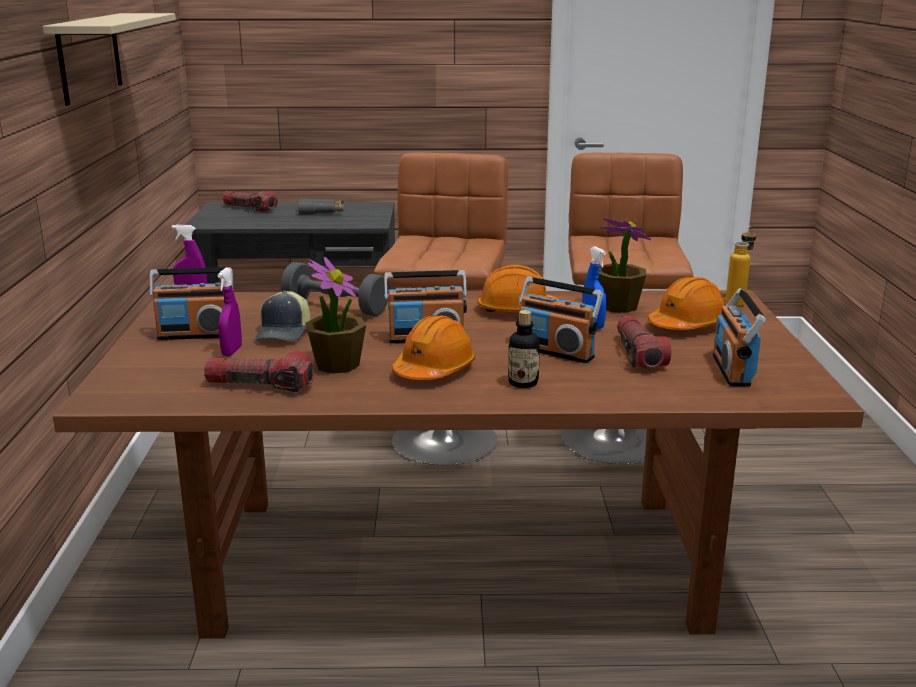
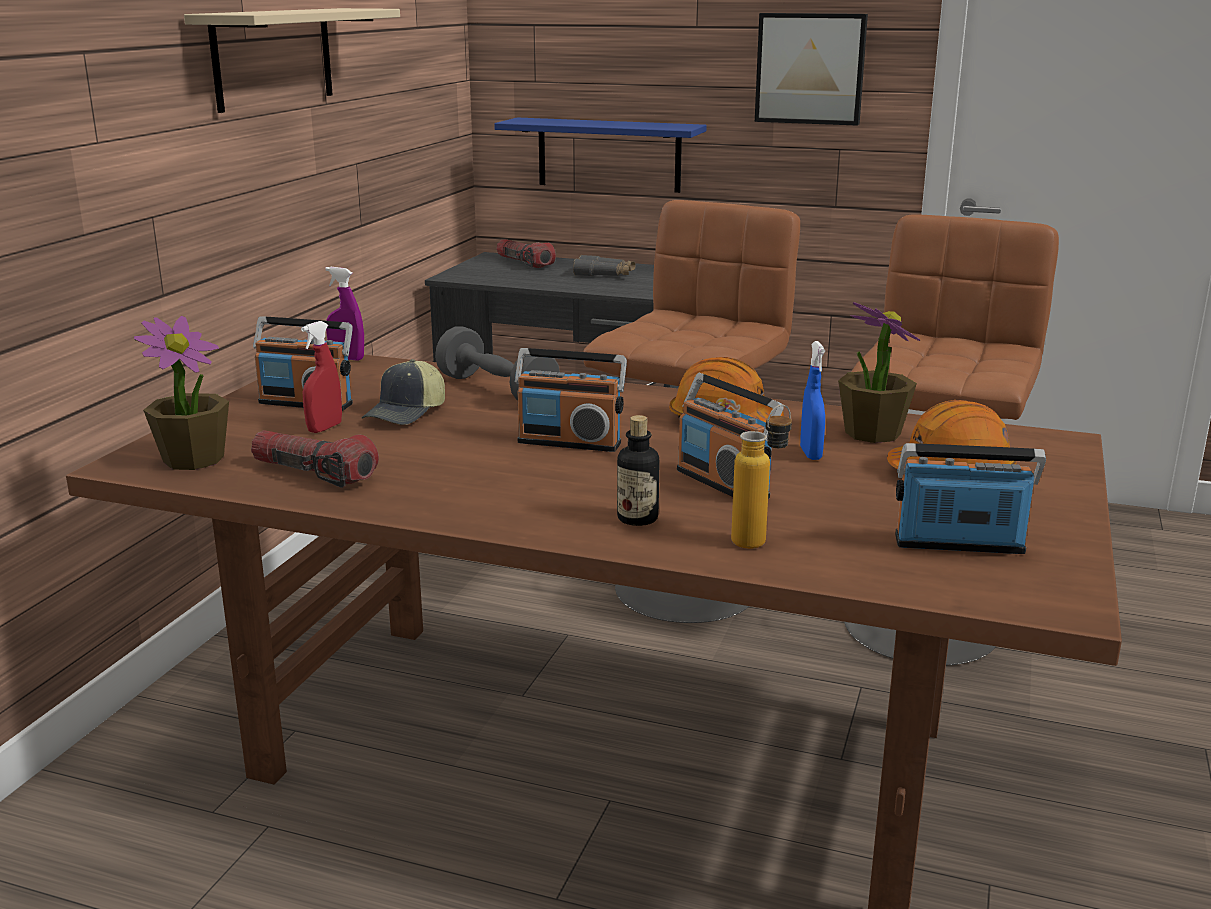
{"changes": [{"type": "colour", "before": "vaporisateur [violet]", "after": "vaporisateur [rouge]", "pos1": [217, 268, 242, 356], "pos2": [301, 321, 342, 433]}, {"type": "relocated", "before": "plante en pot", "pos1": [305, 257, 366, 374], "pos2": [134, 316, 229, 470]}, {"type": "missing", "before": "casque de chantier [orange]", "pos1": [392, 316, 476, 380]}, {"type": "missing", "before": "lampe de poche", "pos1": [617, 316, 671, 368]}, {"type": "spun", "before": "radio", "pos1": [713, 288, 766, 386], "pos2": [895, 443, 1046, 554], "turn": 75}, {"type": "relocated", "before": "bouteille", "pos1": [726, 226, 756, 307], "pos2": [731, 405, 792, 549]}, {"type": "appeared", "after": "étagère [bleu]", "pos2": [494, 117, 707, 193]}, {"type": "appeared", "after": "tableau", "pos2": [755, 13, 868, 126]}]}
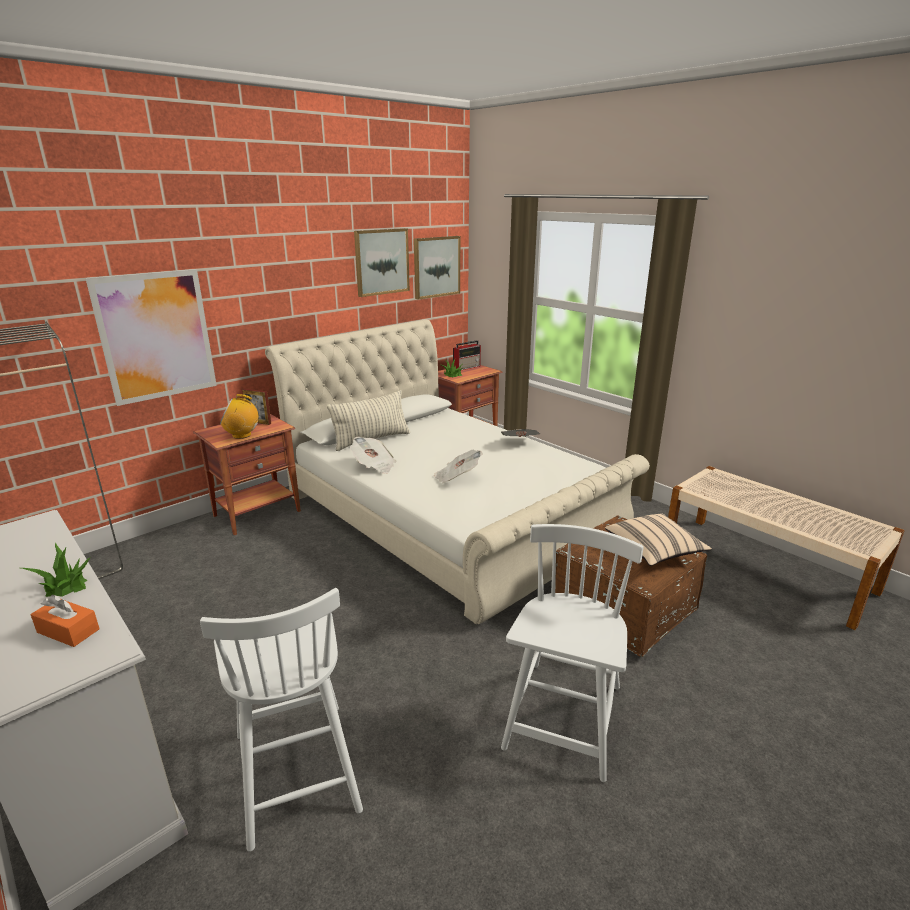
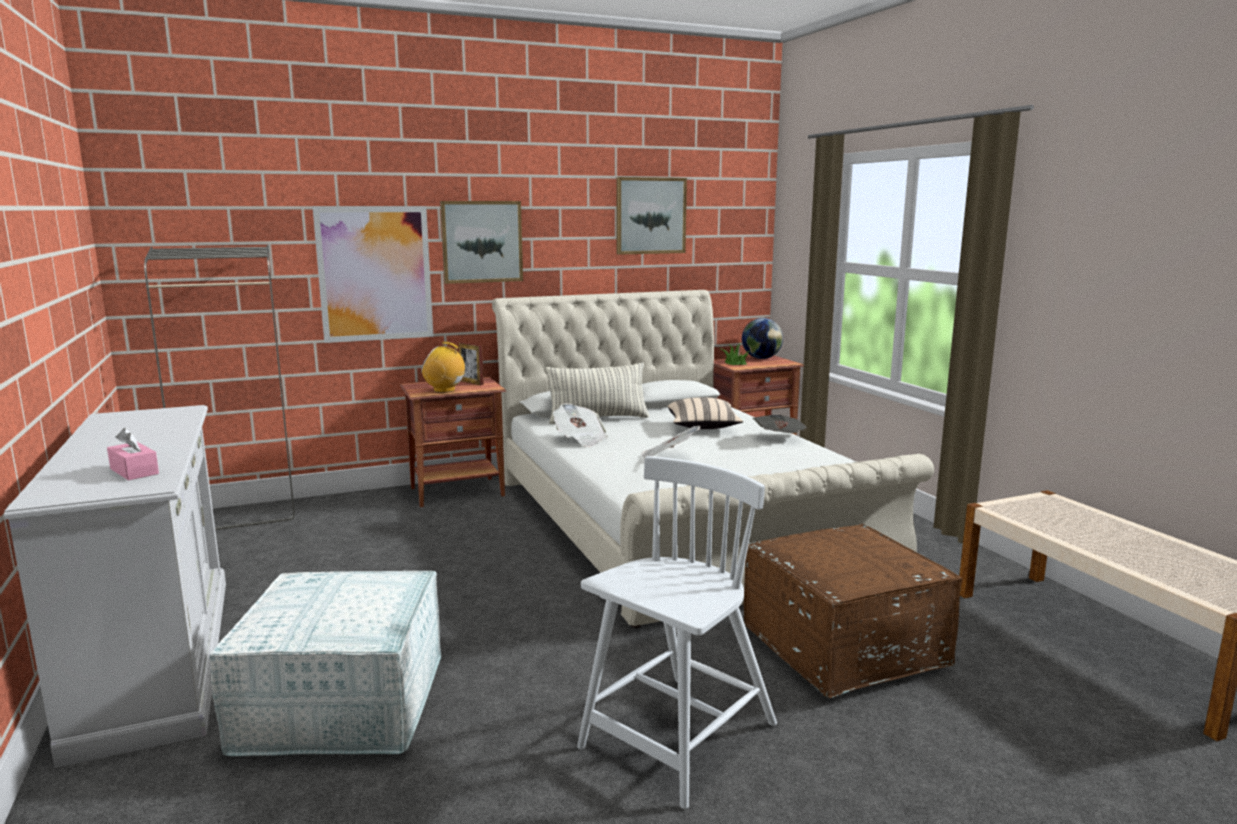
{"changes": [{"type": "missing", "before": "plante en pot", "pos1": [22, 543, 91, 597]}, {"type": "colour", "before": "boîte à mouchoirs [orange]", "after": "boîte à mouchoirs [rose]", "pos1": [31, 595, 100, 647], "pos2": [107, 428, 159, 480]}, {"type": "exchanged", "before": "chaise [blanc]", "after": "pouf [blanc]", "pos1": [200, 588, 363, 852], "pos2": [210, 571, 441, 756]}, {"type": "relocated", "before": "tableau", "pos1": [414, 236, 460, 300], "pos2": [440, 201, 523, 284]}, {"type": "exchanged", "before": "radio", "after": "globe", "pos1": [453, 340, 481, 370], "pos2": [742, 318, 783, 359]}, {"type": "relocated", "before": "coussin [beige]", "pos1": [605, 513, 712, 566], "pos2": [667, 397, 743, 429]}]}
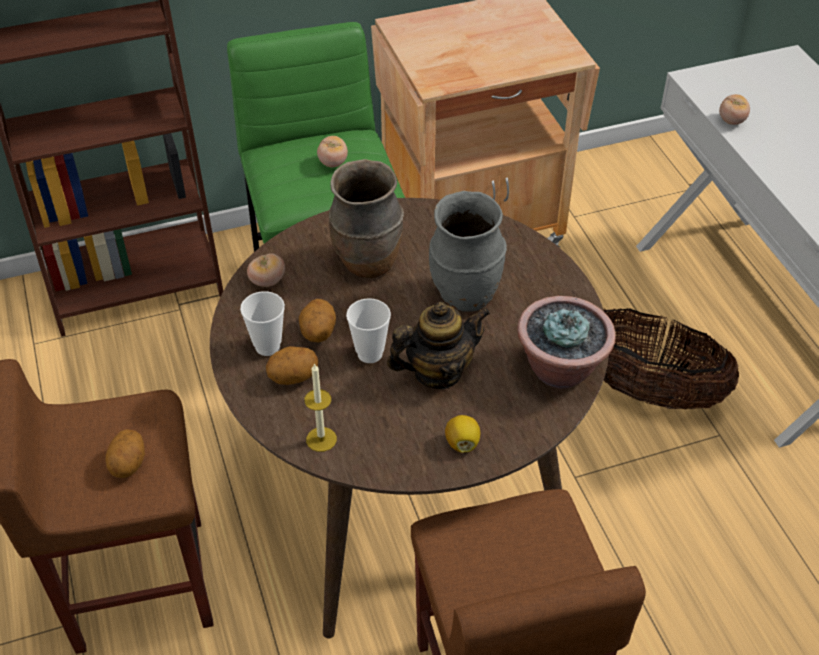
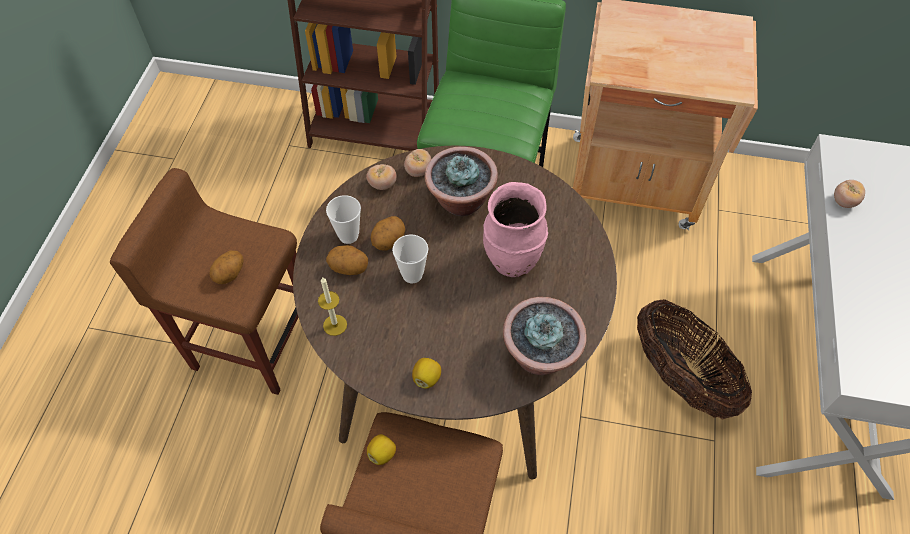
{"changes": [{"type": "relocated", "before": "tomate", "pos1": [317, 136, 348, 168], "pos2": [404, 149, 431, 177]}, {"type": "exchanged", "before": "vase [marron]", "after": "plante en pot", "pos1": [329, 159, 404, 278], "pos2": [425, 146, 498, 216]}, {"type": "missing", "before": "théière", "pos1": [387, 302, 490, 389]}, {"type": "colour", "before": "vase [gris]", "after": "vase [rose]", "pos1": [429, 191, 507, 311], "pos2": [483, 182, 548, 277]}, {"type": "appeared", "after": "citron", "pos2": [367, 434, 396, 465]}]}
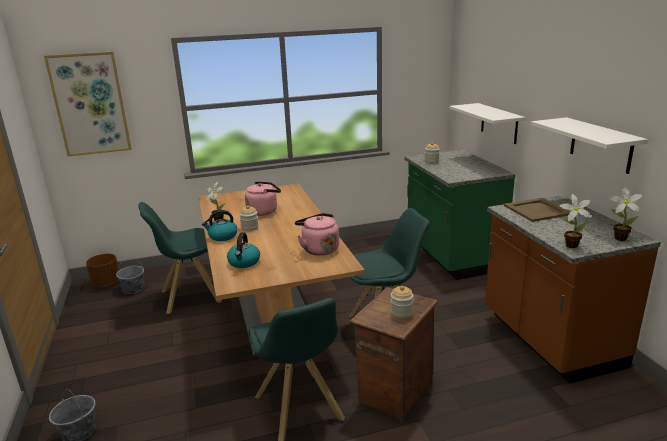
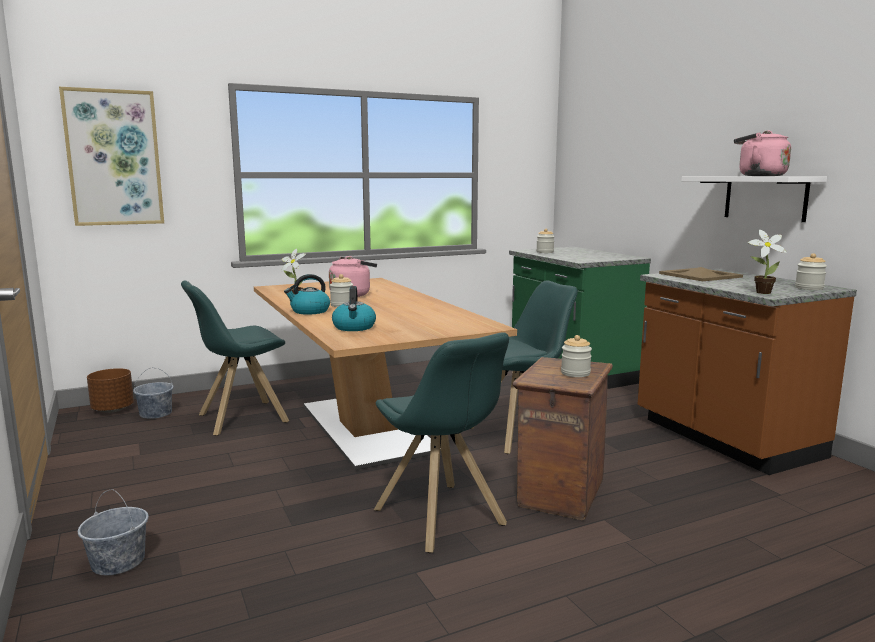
{"changes": [{"type": "relocated", "before": "bouilloire [rose]", "pos1": [295, 213, 339, 255], "pos2": [734, 130, 791, 176]}, {"type": "missing", "before": "étagère [blanc]", "pos1": [449, 103, 526, 144]}, {"type": "exchanged", "before": "plante en pot", "after": "bocal", "pos1": [610, 188, 642, 241], "pos2": [795, 253, 827, 290]}]}
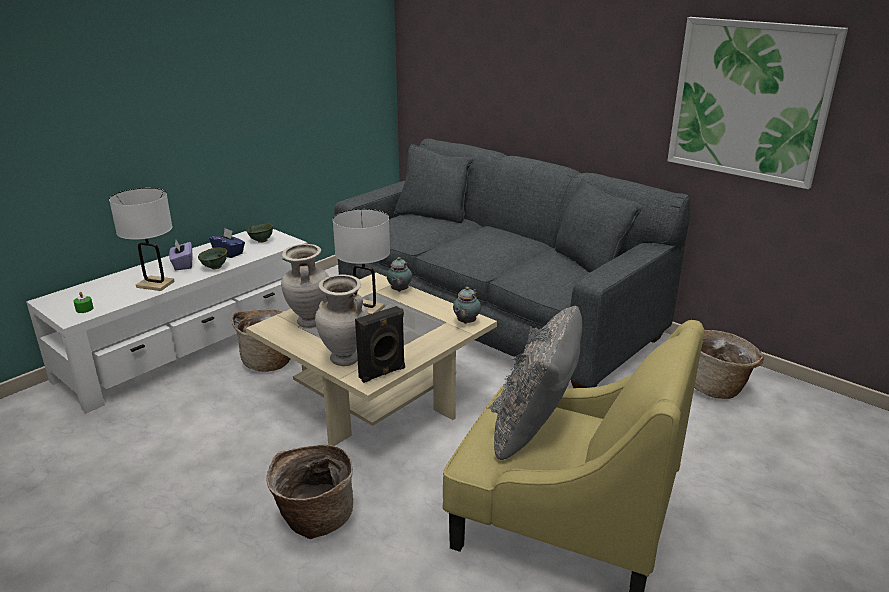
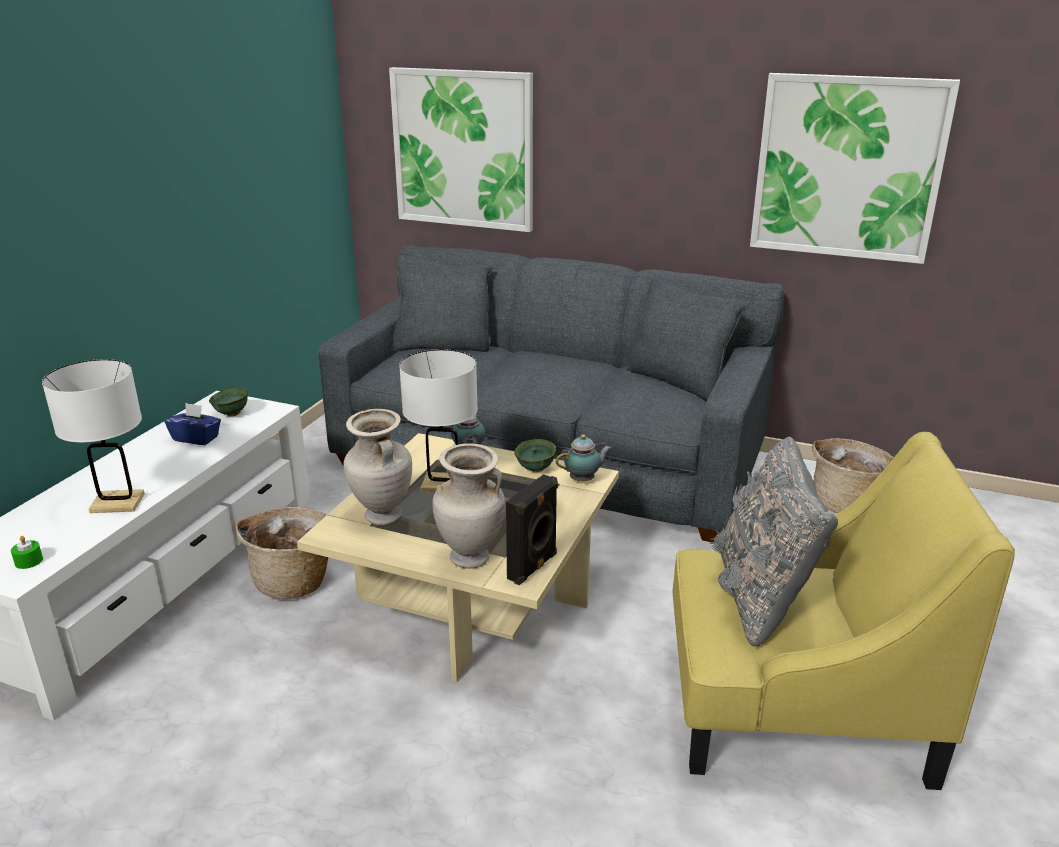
{"changes": [{"type": "missing", "before": "boîte à mouchoirs [violet]", "pos1": [169, 240, 192, 270]}, {"type": "relocated", "before": "bol [vert]", "pos1": [198, 248, 227, 269], "pos2": [514, 439, 556, 472]}, {"type": "missing", "before": "panier", "pos1": [266, 445, 353, 539]}, {"type": "spun", "before": "théière", "pos1": [453, 287, 481, 324], "pos2": [556, 434, 612, 481], "turn": -120}, {"type": "appeared", "after": "tableau", "pos2": [389, 67, 533, 232]}]}
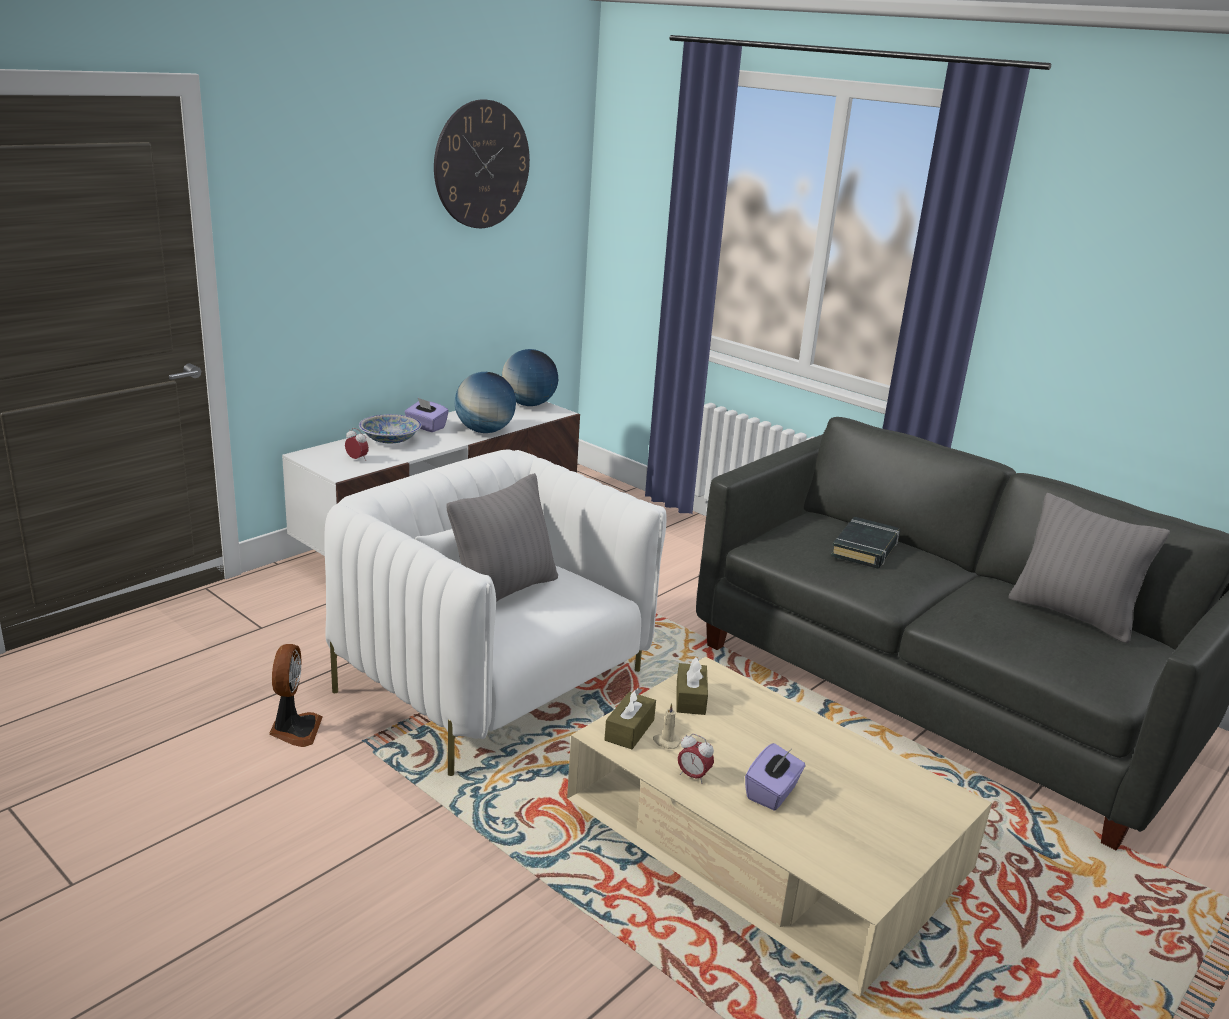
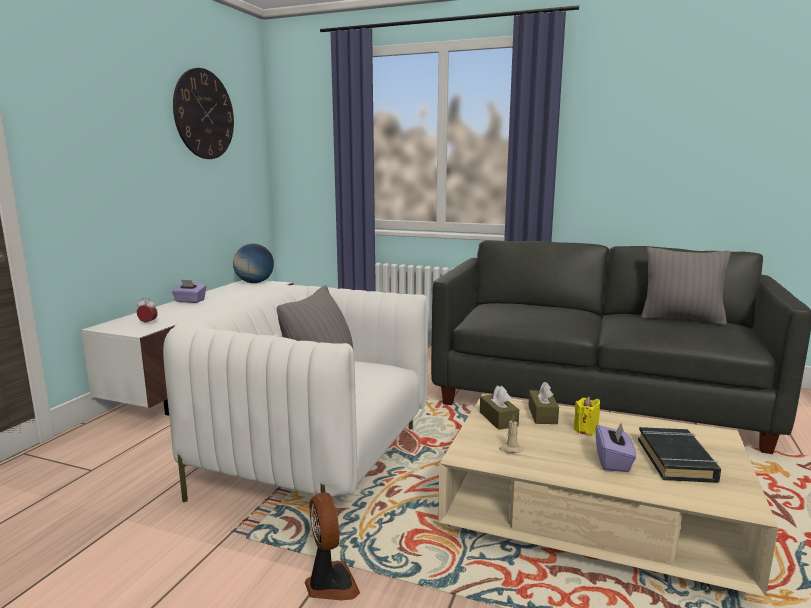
{"changes": [{"type": "relocated", "before": "ventilateur", "pos1": [269, 644, 323, 747], "pos2": [305, 492, 360, 600]}, {"type": "missing", "before": "bol", "pos1": [359, 414, 422, 443]}, {"type": "missing", "before": "globe", "pos1": [455, 372, 516, 433]}, {"type": "relocated", "before": "boîte à mouchoirs [marron]", "pos1": [604, 688, 656, 749], "pos2": [528, 382, 559, 424]}, {"type": "missing", "before": "réveil", "pos1": [678, 734, 714, 784]}, {"type": "relocated", "before": "livre [noir]", "pos1": [831, 517, 900, 569], "pos2": [638, 427, 721, 483]}, {"type": "appeared", "after": "bougie [jaune]", "pos2": [574, 397, 600, 435]}]}
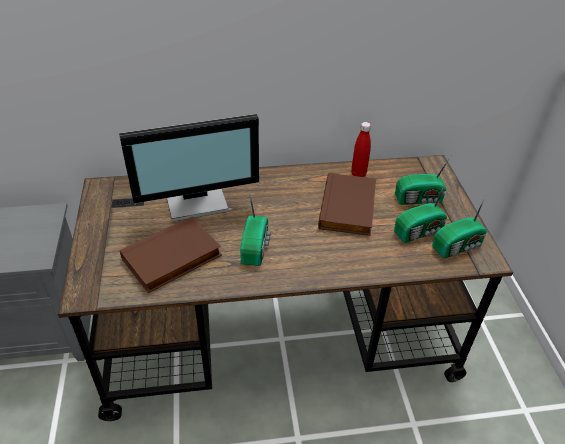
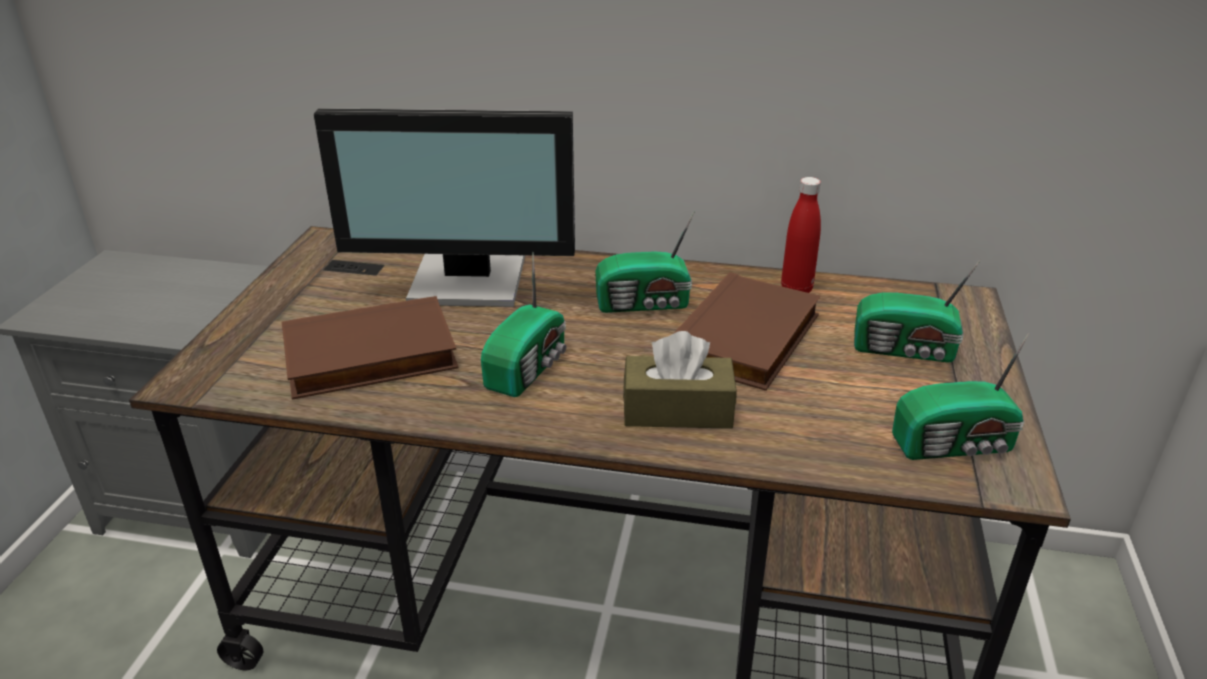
{"changes": [{"type": "relocated", "before": "radio", "pos1": [394, 181, 447, 243], "pos2": [595, 211, 695, 313]}, {"type": "appeared", "after": "boîte à mouchoirs [marron]", "pos2": [623, 331, 737, 429]}]}
